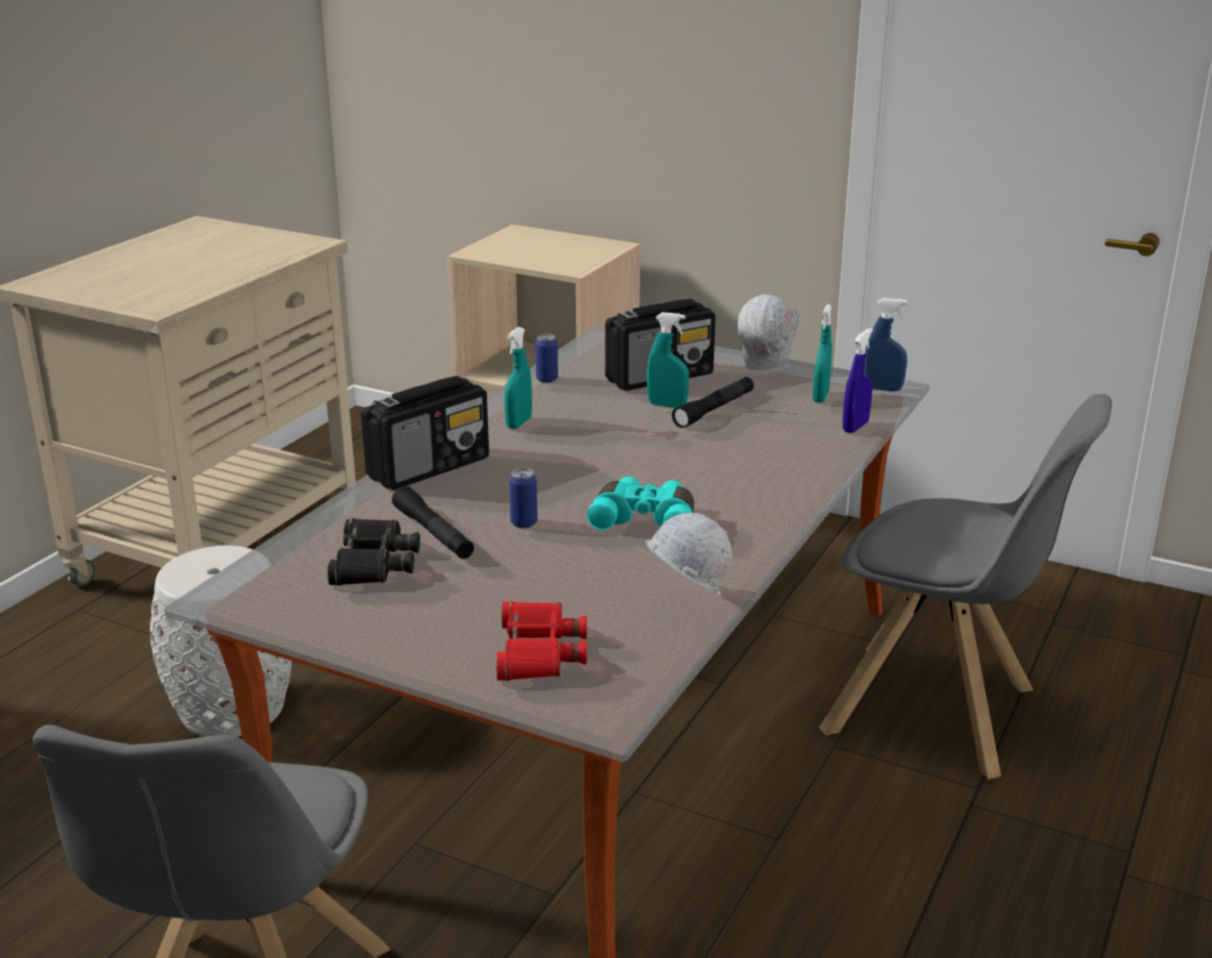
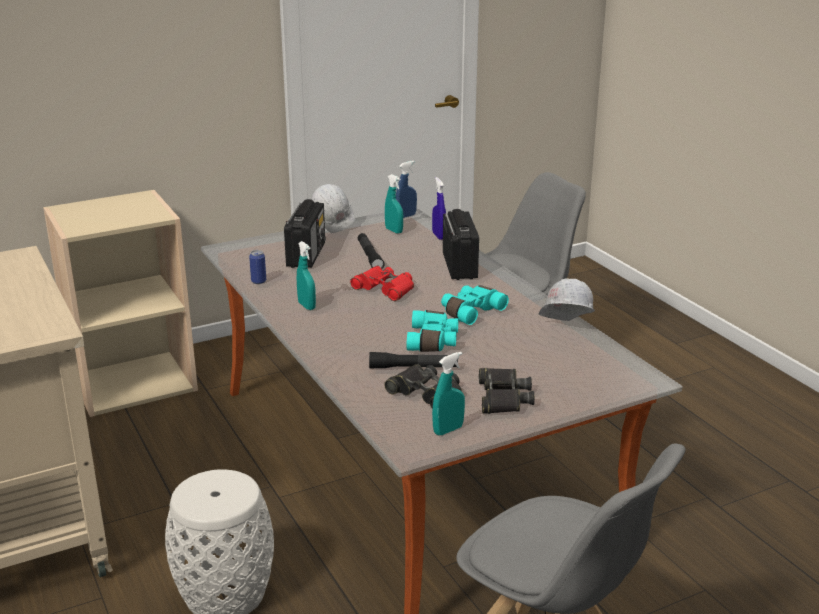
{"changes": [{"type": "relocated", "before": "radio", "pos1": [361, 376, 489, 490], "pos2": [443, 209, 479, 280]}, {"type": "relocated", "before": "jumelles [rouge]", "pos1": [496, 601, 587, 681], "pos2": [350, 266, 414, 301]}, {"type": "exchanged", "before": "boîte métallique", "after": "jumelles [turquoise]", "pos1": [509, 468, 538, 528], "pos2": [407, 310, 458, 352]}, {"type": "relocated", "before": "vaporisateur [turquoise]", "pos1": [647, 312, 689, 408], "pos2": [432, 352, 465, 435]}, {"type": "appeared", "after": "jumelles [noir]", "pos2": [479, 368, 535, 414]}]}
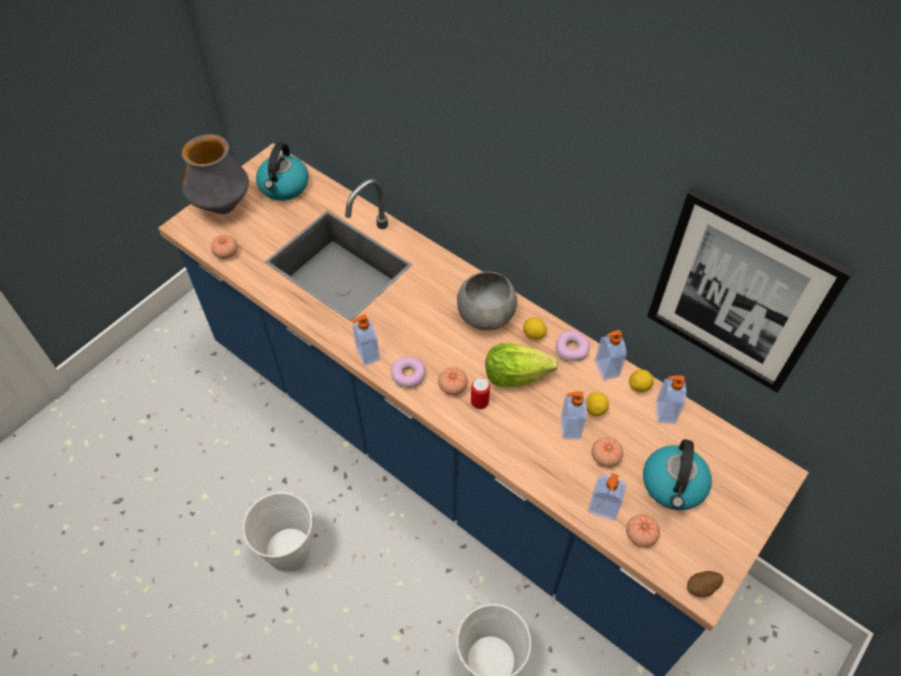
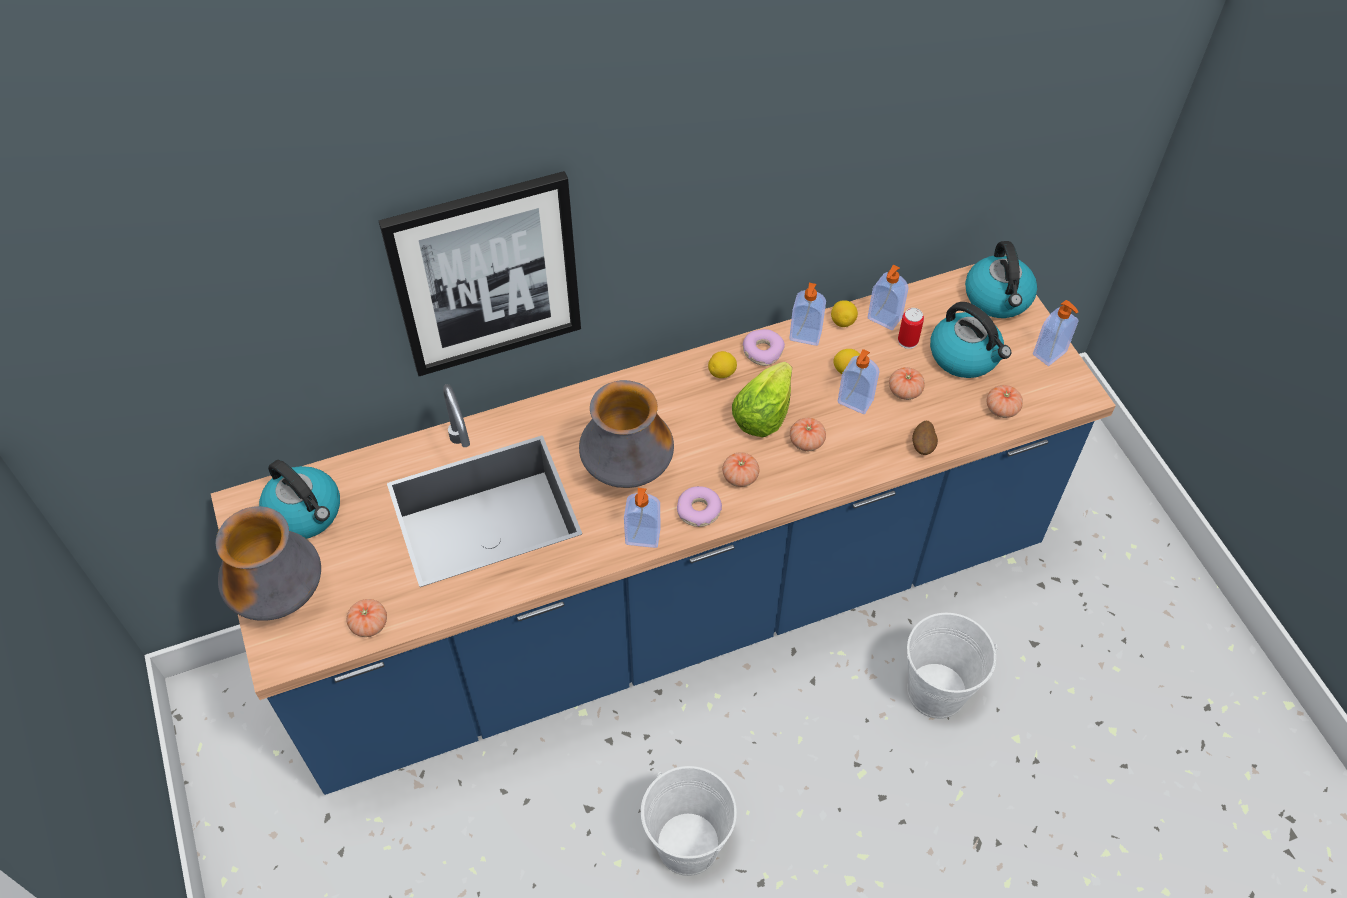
{"changes": [{"type": "missing", "before": "bol [gris]", "pos1": [457, 271, 517, 330]}, {"type": "relocated", "before": "boîte métallique", "pos1": [471, 377, 490, 410], "pos2": [898, 308, 924, 349]}, {"type": "relocated", "before": "distributeur de savon", "pos1": [588, 473, 626, 520], "pos2": [1033, 300, 1079, 366]}, {"type": "relocated", "before": "tableau", "pos1": [647, 187, 854, 393], "pos2": [379, 171, 581, 376]}, {"type": "relocated", "before": "pomme de terre", "pos1": [687, 571, 724, 597], "pos2": [912, 421, 938, 455]}, {"type": "appeared", "after": "vase", "pos2": [579, 380, 674, 488]}, {"type": "appeared", "after": "tomate", "pos2": [790, 418, 826, 451]}, {"type": "appeared", "after": "bouilloire", "pos2": [965, 241, 1037, 318]}]}
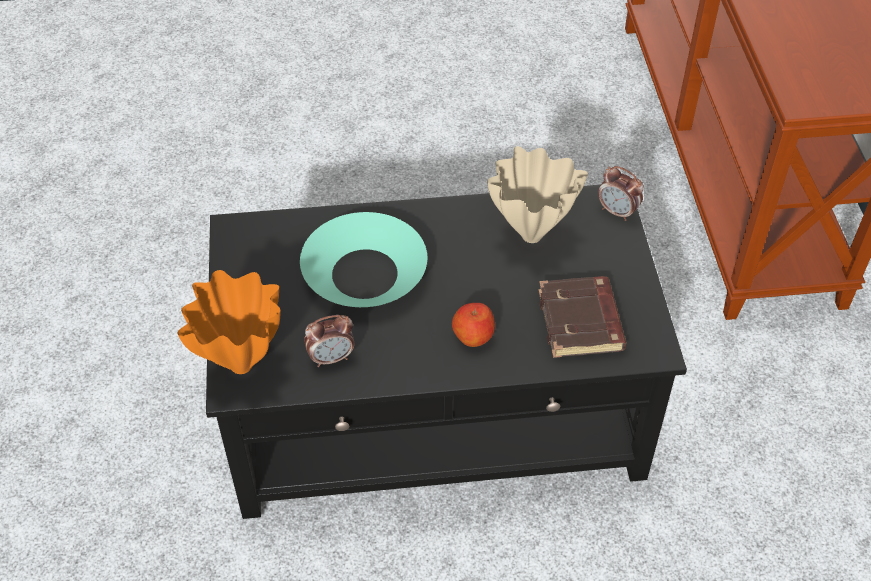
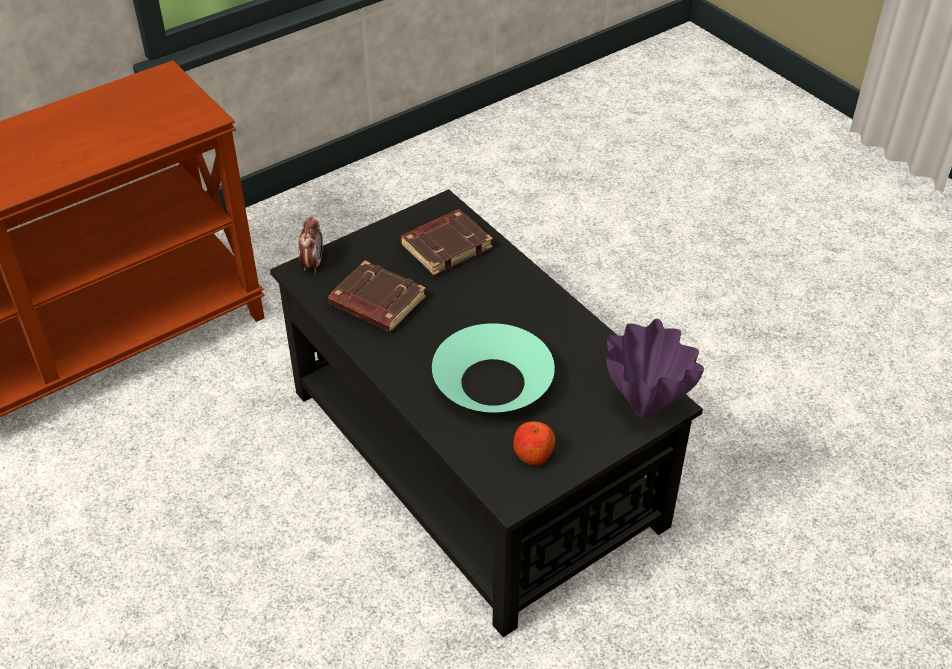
{"changes": [{"type": "colour", "before": "vase [orange]", "after": "vase [violet]", "pos1": [177, 270, 280, 374], "pos2": [606, 319, 704, 418]}, {"type": "missing", "before": "réveil", "pos1": [304, 315, 355, 367]}, {"type": "relocated", "before": "pomme", "pos1": [452, 303, 495, 347], "pos2": [513, 421, 555, 466]}, {"type": "exchanged", "before": "vase [beige]", "after": "livre [marron]", "pos1": [487, 146, 588, 243], "pos2": [328, 261, 426, 332]}]}
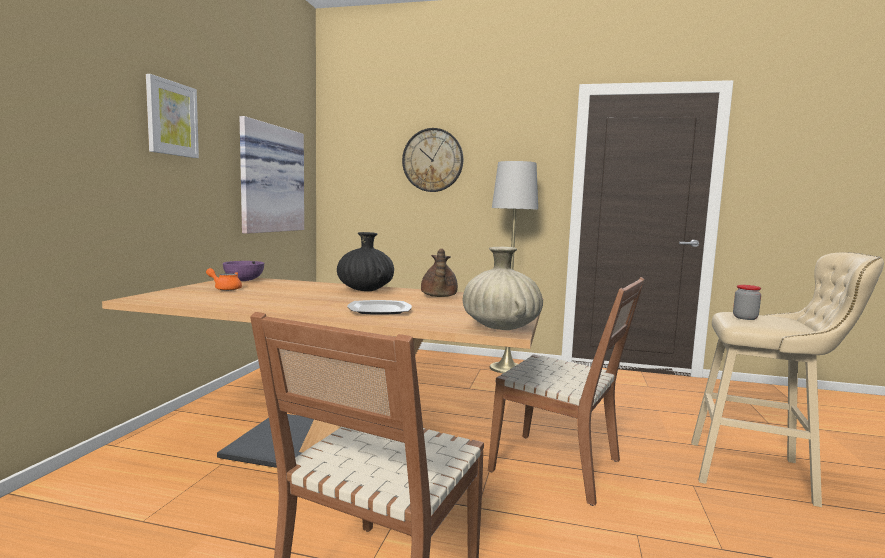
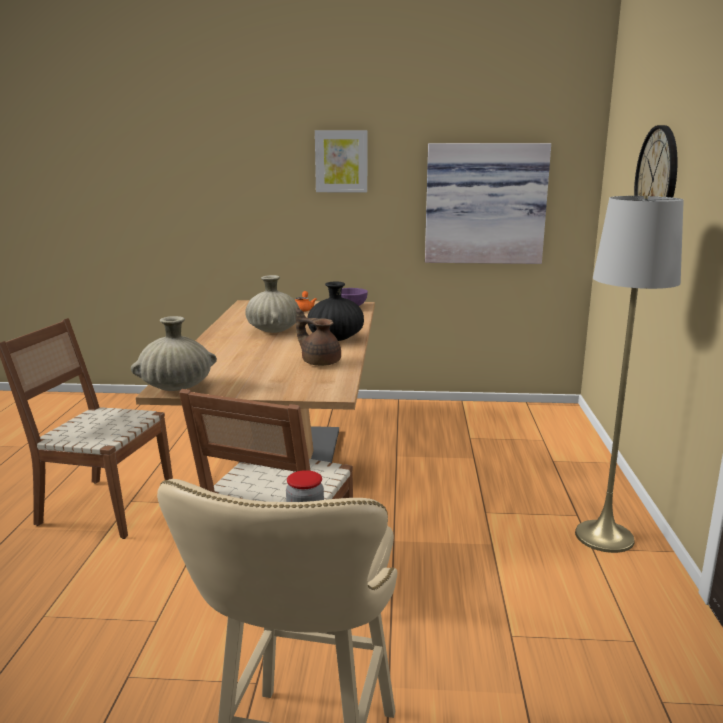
{"changes": [{"type": "missing", "before": "assiette", "pos1": [347, 300, 412, 315]}, {"type": "spun", "before": "théière [marron]", "pos1": [421, 248, 458, 297], "pos2": [296, 308, 341, 366], "turn": 45}, {"type": "appeared", "after": "vase [beige]", "pos2": [245, 275, 299, 333]}]}
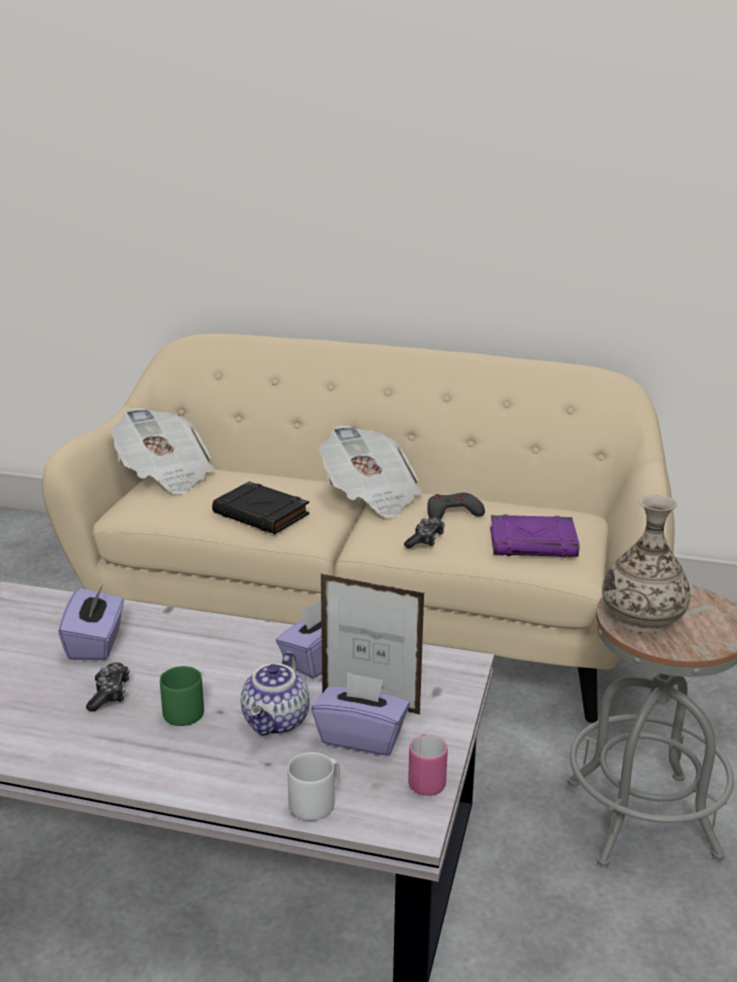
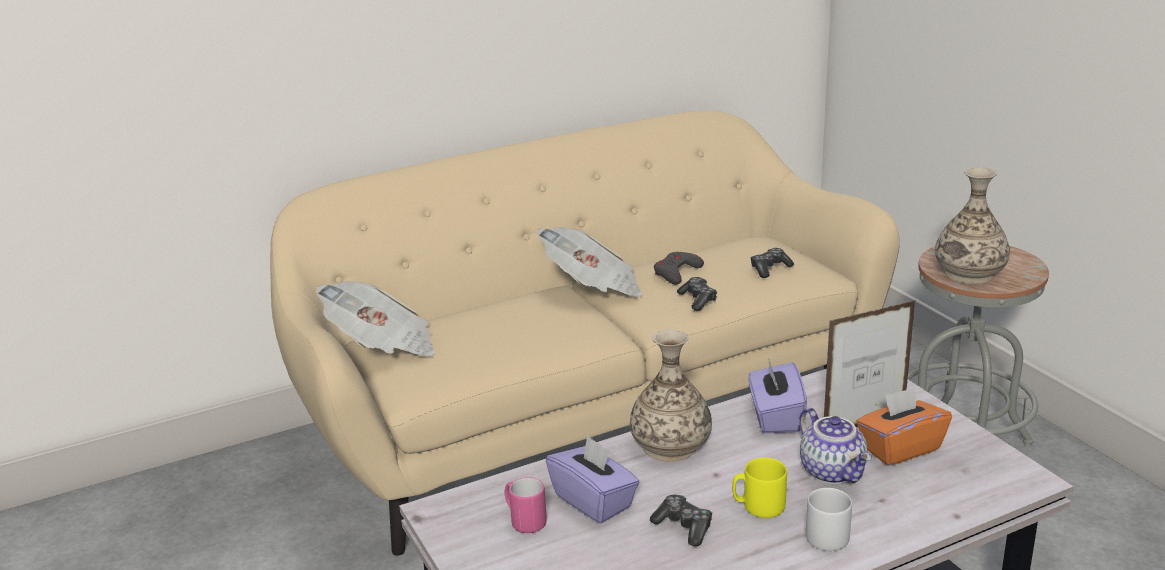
{"changes": [{"type": "colour", "before": "mug [vert]", "after": "mug [jaune]", "pos1": [160, 666, 204, 726], "pos2": [732, 458, 787, 518]}, {"type": "missing", "before": "livre [noir]", "pos1": [212, 481, 309, 534]}, {"type": "relocated", "before": "mug [gris]", "pos1": [287, 752, 340, 821], "pos2": [806, 488, 852, 551]}, {"type": "colour", "before": "boîte à mouchoirs [violet]", "after": "boîte à mouchoirs [orange]", "pos1": [311, 672, 410, 756], "pos2": [856, 387, 952, 466]}, {"type": "relocated", "before": "mug [rose]", "pos1": [408, 734, 448, 796], "pos2": [505, 477, 547, 533]}, {"type": "exchanged", "before": "livre [violet]", "after": "manette", "pos1": [490, 514, 579, 557], "pos2": [751, 248, 794, 278]}, {"type": "appeared", "after": "vase", "pos2": [630, 330, 712, 462]}]}
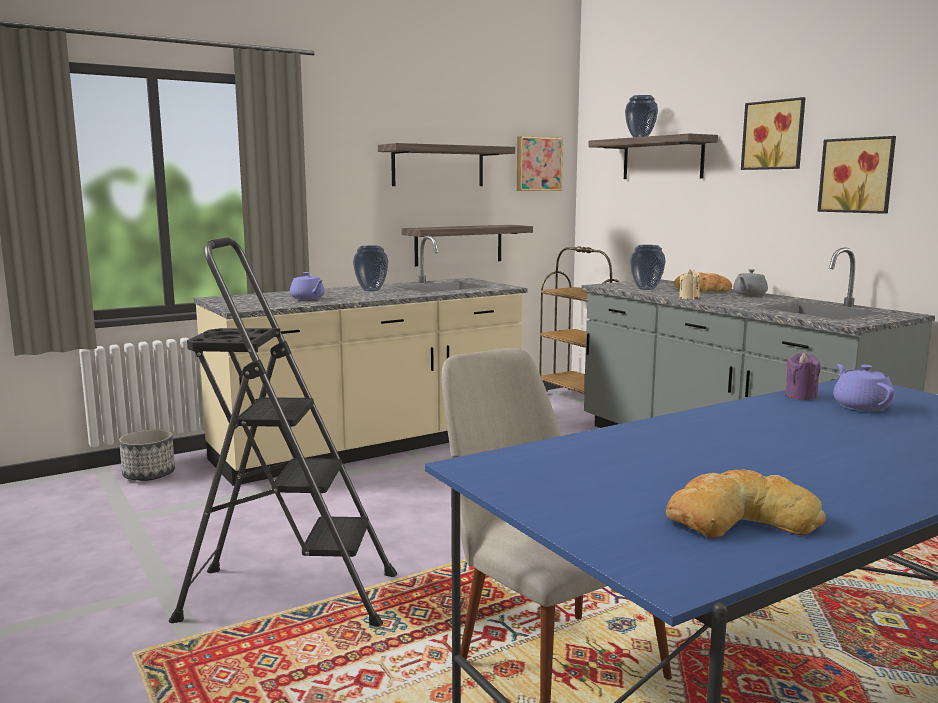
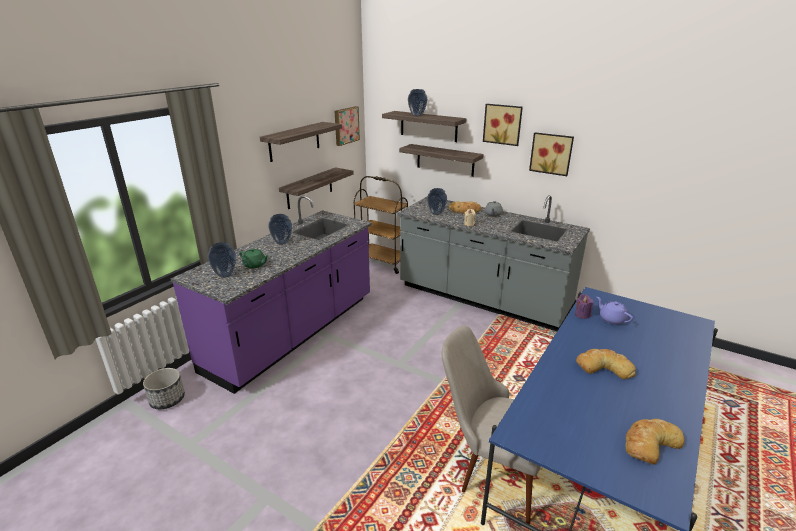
{"changes": [{"type": "missing", "before": "escabeau", "pos1": [169, 237, 397, 627]}, {"type": "colour", "before": "comptoir de cuisine [beige]", "after": "comptoir de cuisine [violet]", "pos1": [193, 235, 527, 486], "pos2": [171, 196, 372, 394]}, {"type": "colour", "before": "théière [violet]", "after": "théière [vert]", "pos1": [290, 272, 325, 300], "pos2": [239, 249, 269, 268]}, {"type": "appeared", "after": "vase", "pos2": [208, 243, 236, 278]}, {"type": "appeared", "after": "étagère", "pos2": [399, 144, 484, 177]}, {"type": "appeared", "after": "pain", "pos2": [576, 349, 636, 379]}]}
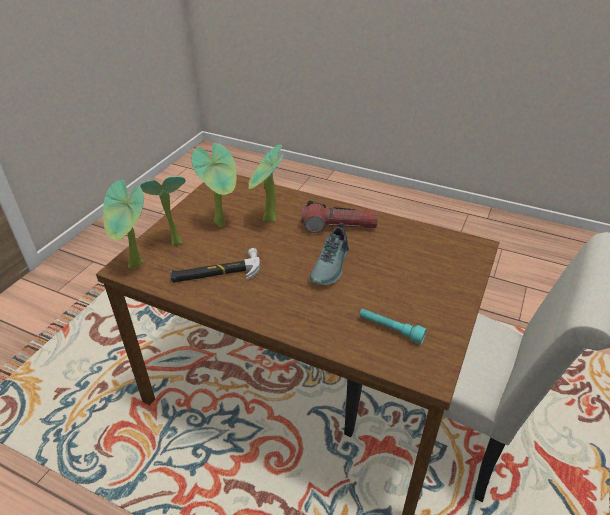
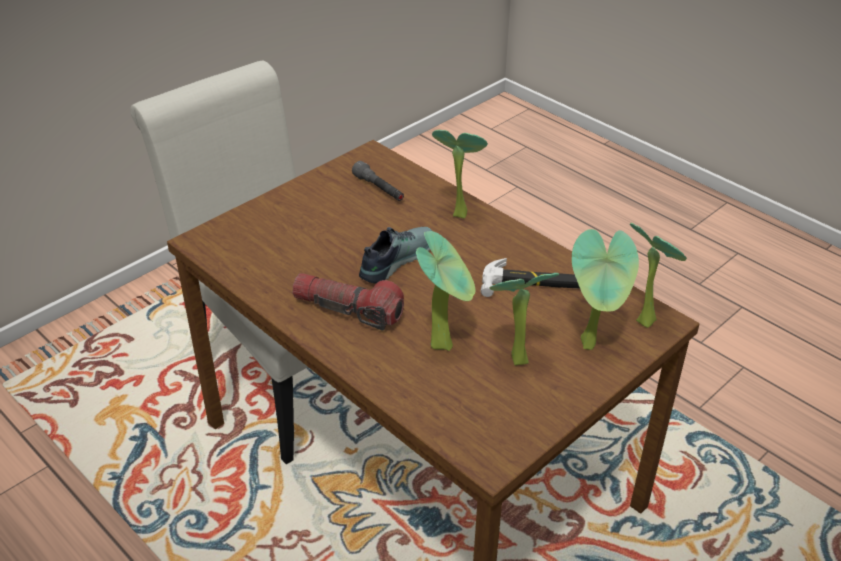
{"changes": [{"type": "colour", "before": "lampe de poche [turquoise]", "after": "lampe de poche [gris]", "pos1": [359, 308, 427, 344], "pos2": [352, 161, 404, 201]}, {"type": "appeared", "after": "plante en pot", "pos2": [432, 130, 488, 218]}]}
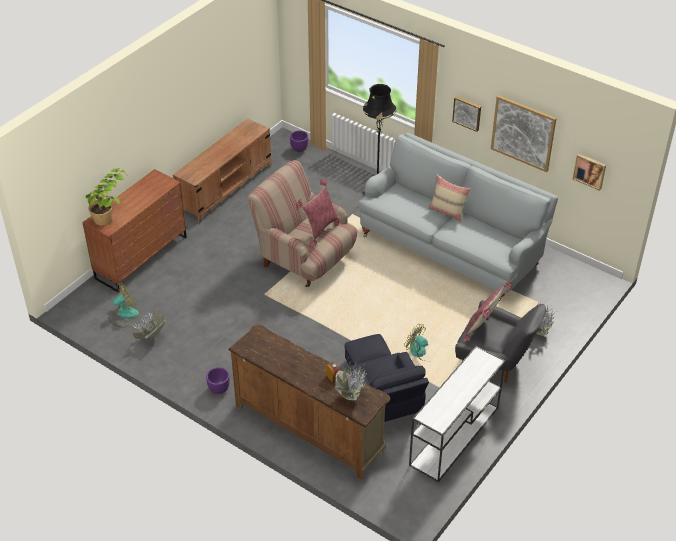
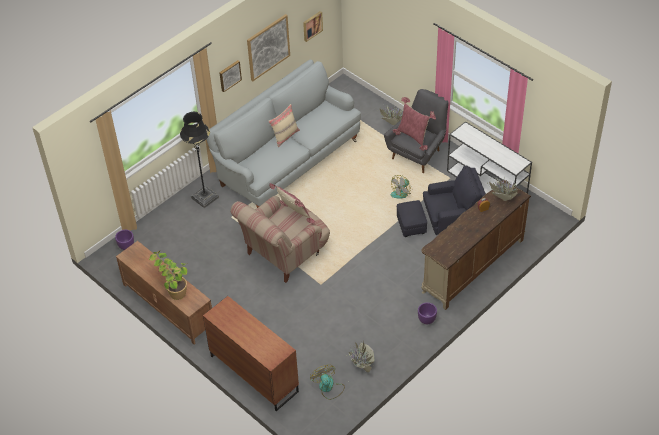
{"changes": [{"type": "relocated", "before": "plante en pot", "pos1": [86, 168, 127, 225], "pos2": [149, 251, 188, 300]}]}
